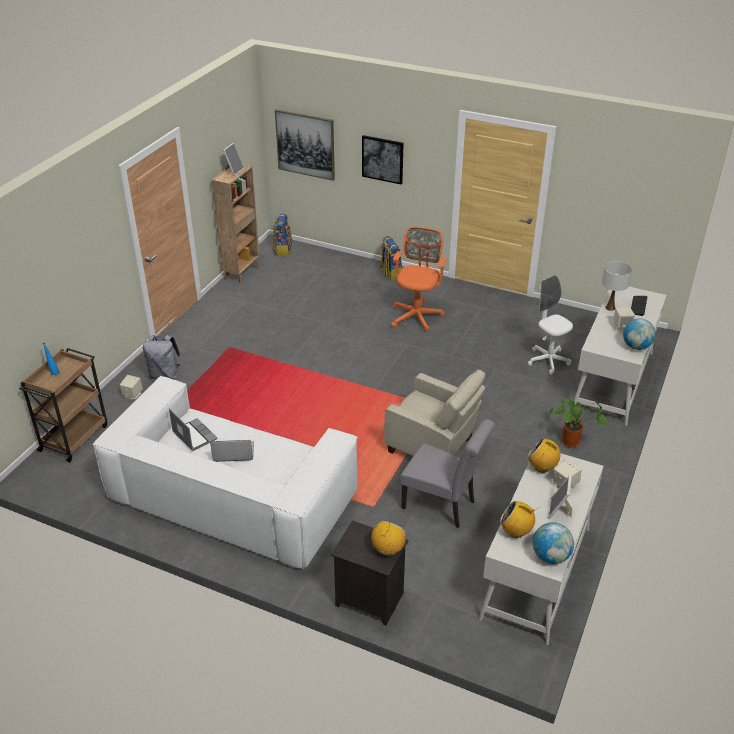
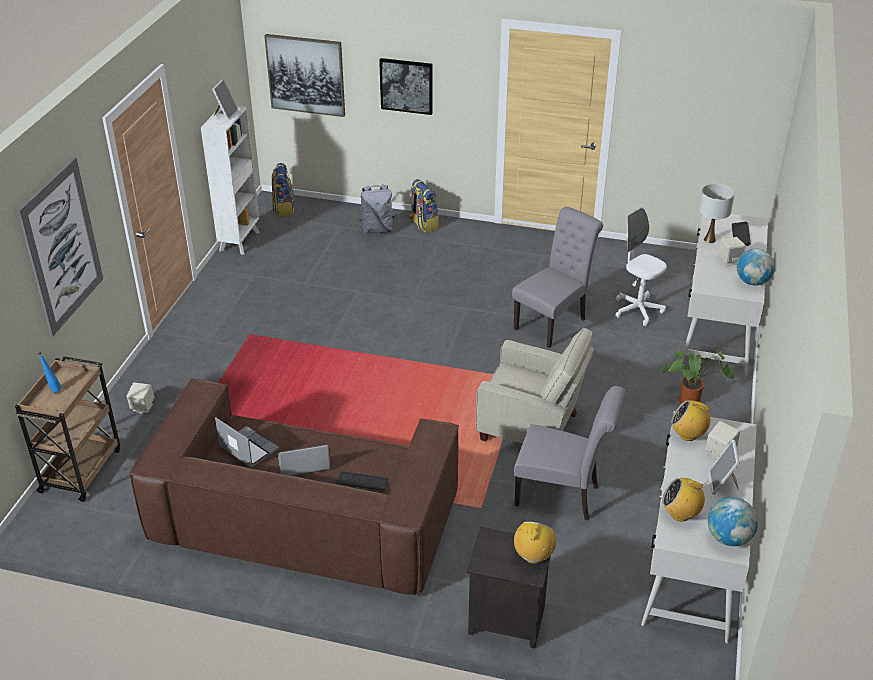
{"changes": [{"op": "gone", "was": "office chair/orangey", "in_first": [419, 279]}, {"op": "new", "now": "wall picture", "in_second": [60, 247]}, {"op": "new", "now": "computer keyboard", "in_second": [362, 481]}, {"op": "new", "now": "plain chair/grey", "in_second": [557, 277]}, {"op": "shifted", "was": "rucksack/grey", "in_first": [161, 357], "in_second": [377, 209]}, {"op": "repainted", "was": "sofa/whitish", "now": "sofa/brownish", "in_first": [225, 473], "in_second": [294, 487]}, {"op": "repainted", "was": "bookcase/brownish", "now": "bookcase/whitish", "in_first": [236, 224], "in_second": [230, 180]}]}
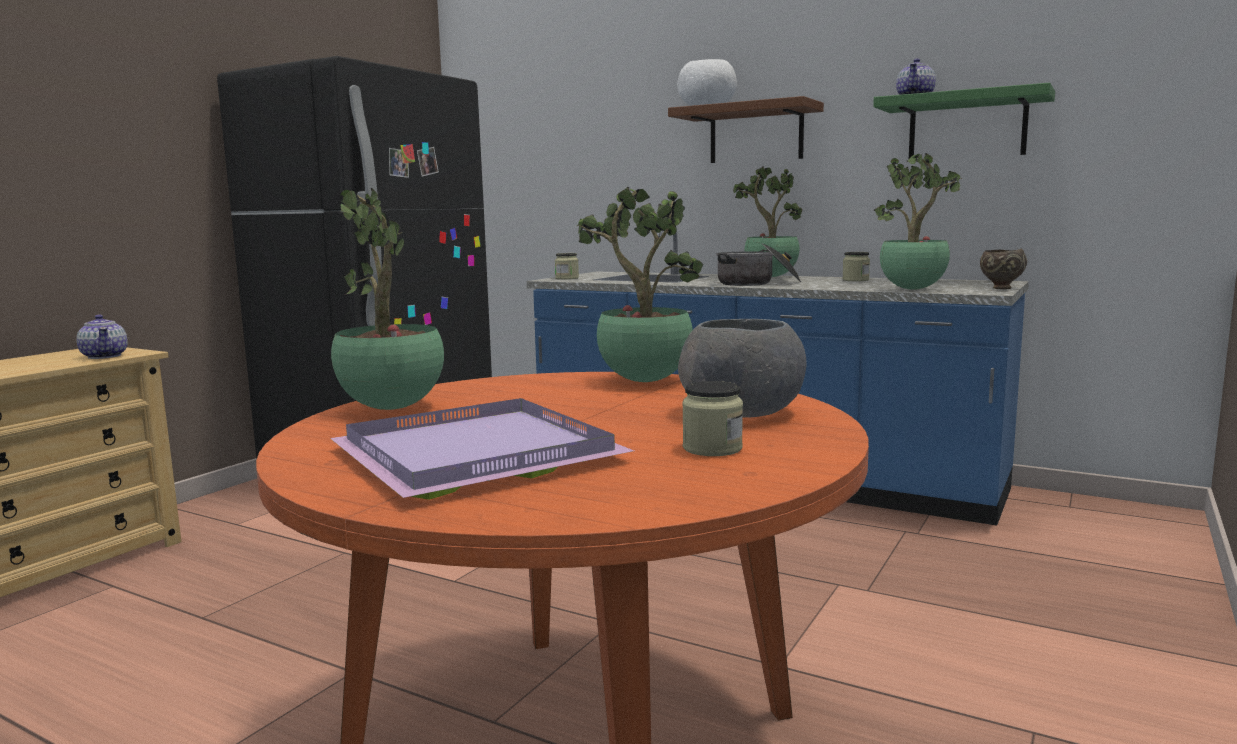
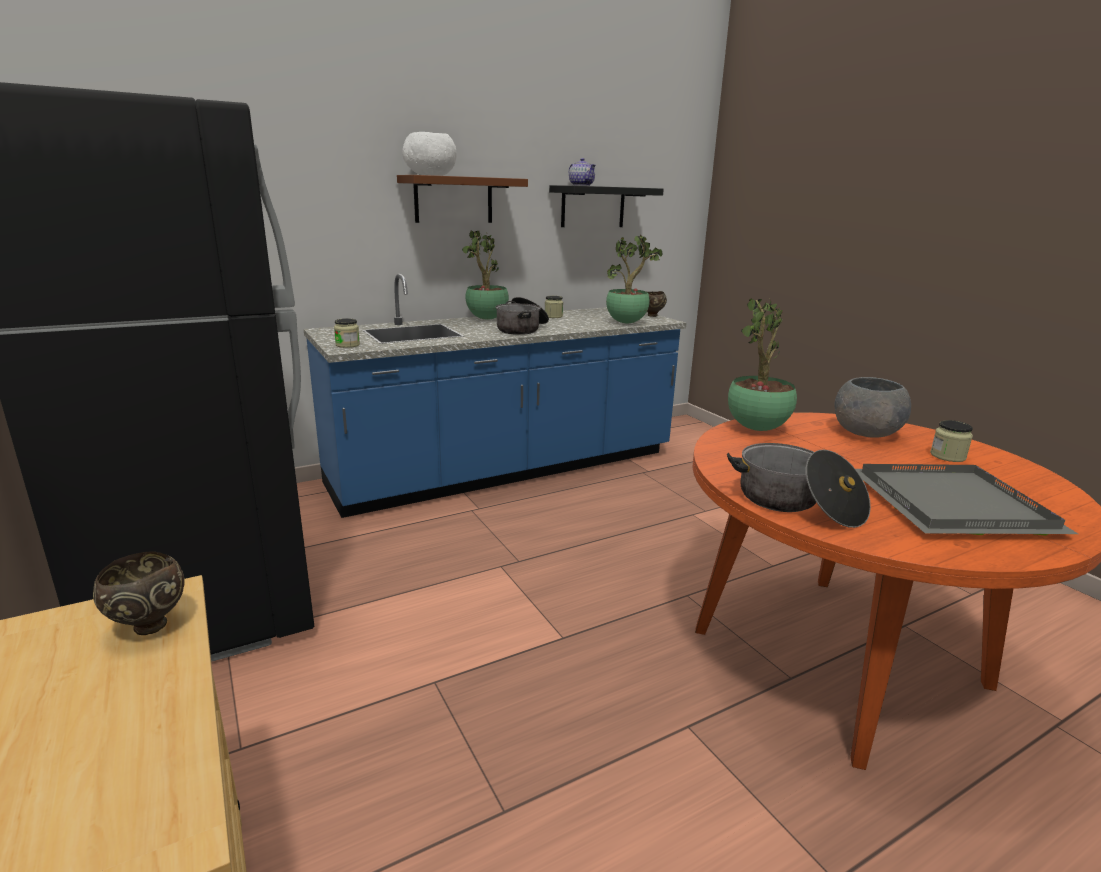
{"changes": [{"op": "swapped", "was": "pot for tea", "now": "deep dish/brownish", "in_first": [102, 337], "in_second": [139, 593]}, {"op": "swapped", "was": "houseplant", "now": "cooking pot", "in_first": [387, 299], "in_second": [799, 485]}, {"op": "repainted", "was": "tray/purple-coloured", "now": "tray/grey", "in_first": [482, 449], "in_second": [967, 500]}, {"op": "repainted", "was": "bracket shelf/green", "now": "bracket shelf/black-coloured", "in_first": [964, 120], "in_second": [606, 206]}]}
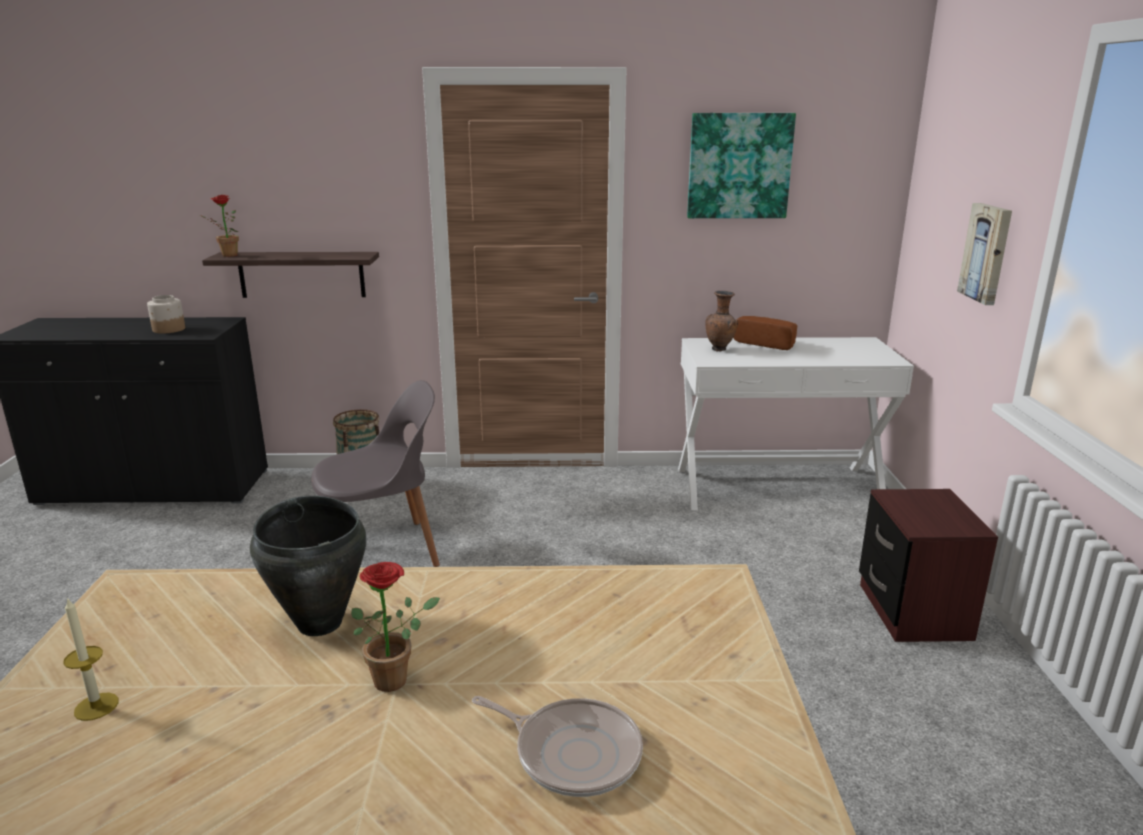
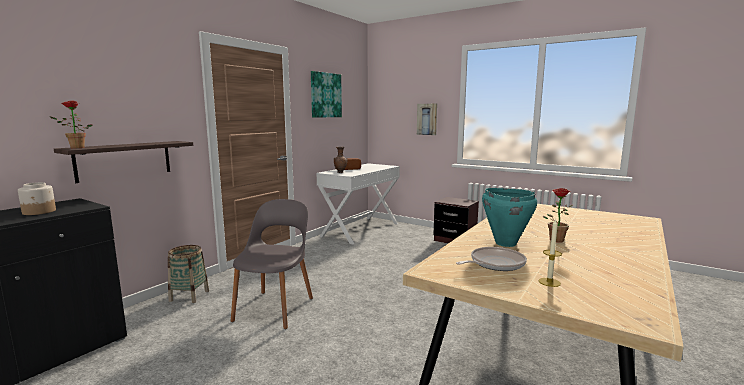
{"changes": [{"op": "shifted", "was": "skillet", "in_first": [557, 746], "in_second": [491, 259]}, {"op": "repainted", "was": "cooking pot/black-coloured", "now": "cooking pot/turquoise-coloured", "in_first": [308, 566], "in_second": [509, 217]}]}
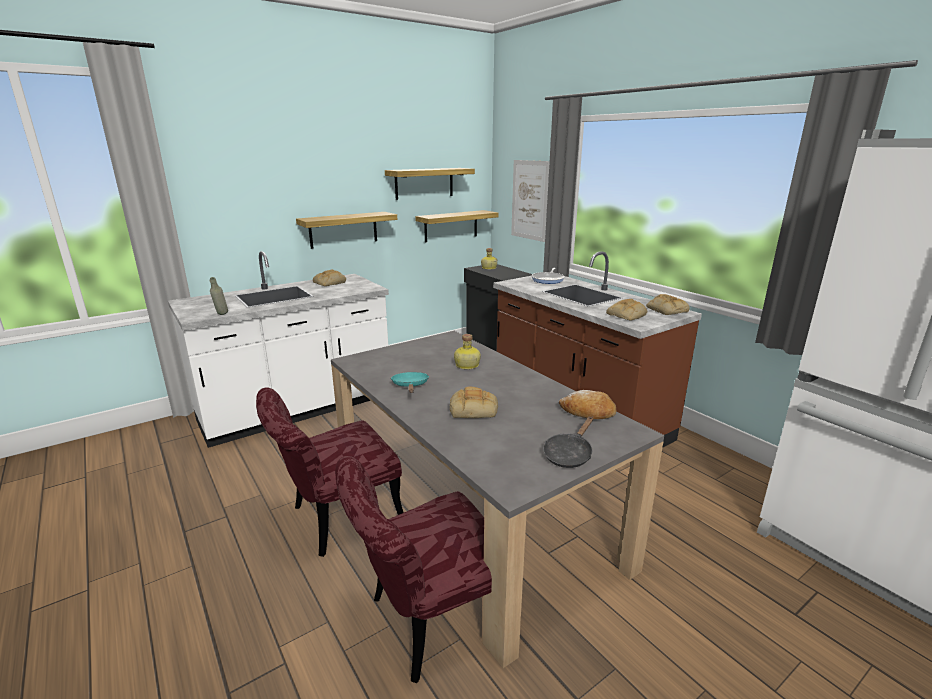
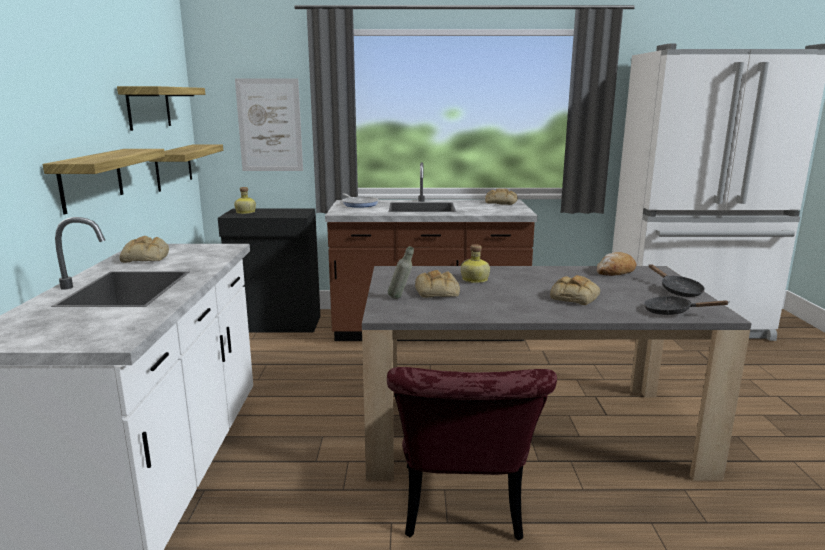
{"changes": [{"op": "gone", "was": "plain chair/red-coloured", "in_first": [413, 569]}, {"op": "gone", "was": "skillet/turquoise-coloured", "in_first": [410, 382]}, {"op": "new", "now": "skillet/black-coloured", "in_second": [686, 305]}, {"op": "shifted", "was": "drink bottle/grey", "in_first": [219, 296], "in_second": [401, 272]}, {"op": "shifted", "was": "bakery bread", "in_first": [626, 309], "in_second": [437, 284]}]}
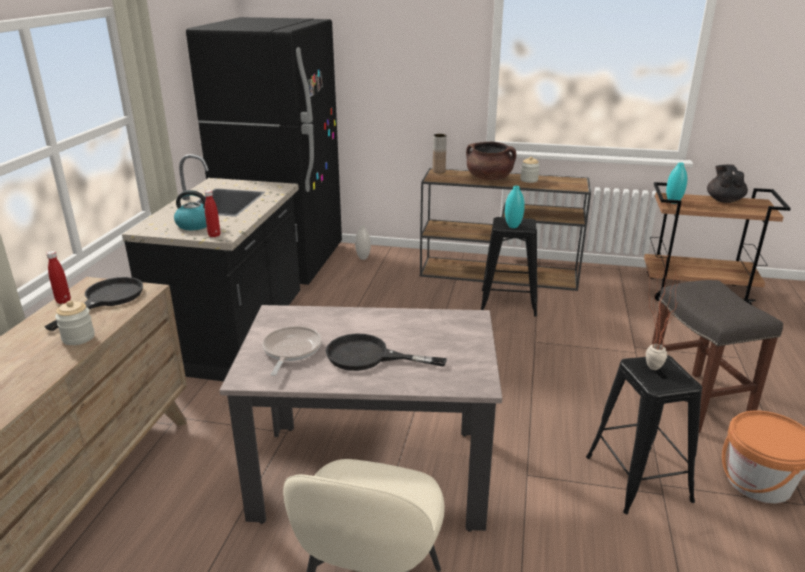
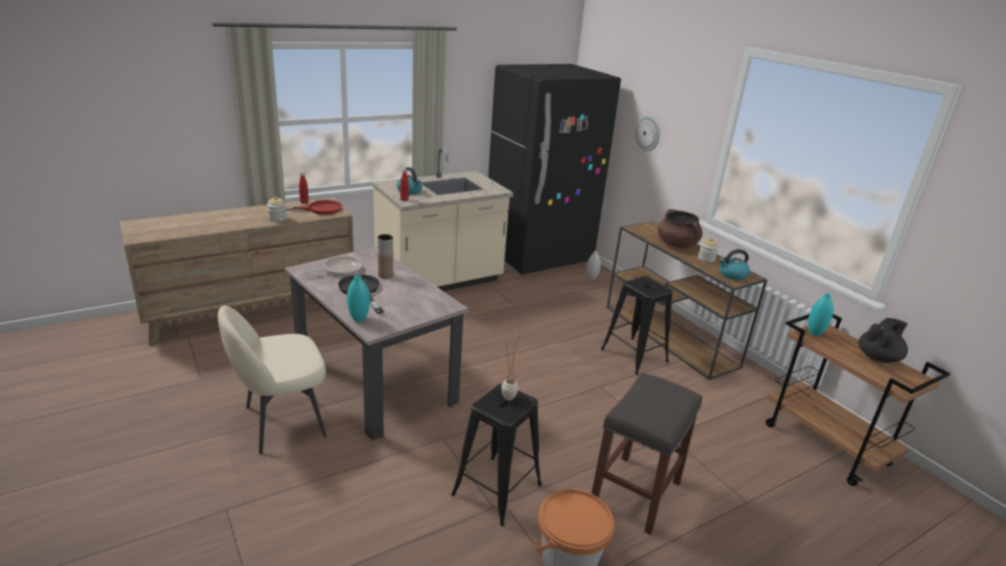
{"changes": [{"op": "new", "now": "clock on the wall", "in_second": [647, 133]}, {"op": "new", "now": "tea kettle", "in_second": [734, 264]}, {"op": "shifted", "was": "flower vase/brownish", "in_first": [440, 153], "in_second": [385, 256]}, {"op": "shifted", "was": "flower vase/turquoise-coloured", "in_first": [515, 207], "in_second": [358, 298]}, {"op": "repainted", "was": "skillet/black-coloured", "now": "skillet/red-coloured", "in_first": [93, 304], "in_second": [314, 207]}, {"op": "repainted", "was": "kitchen base unit/black-coloured", "now": "kitchen base unit/sand-coloured", "in_first": [211, 267], "in_second": [442, 219]}]}
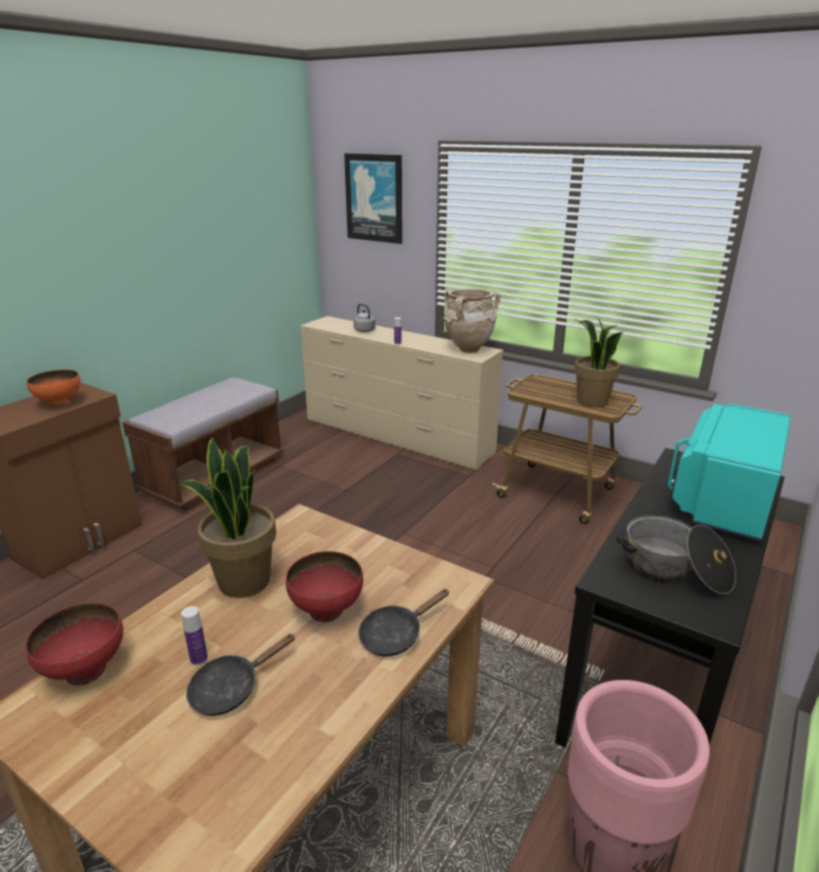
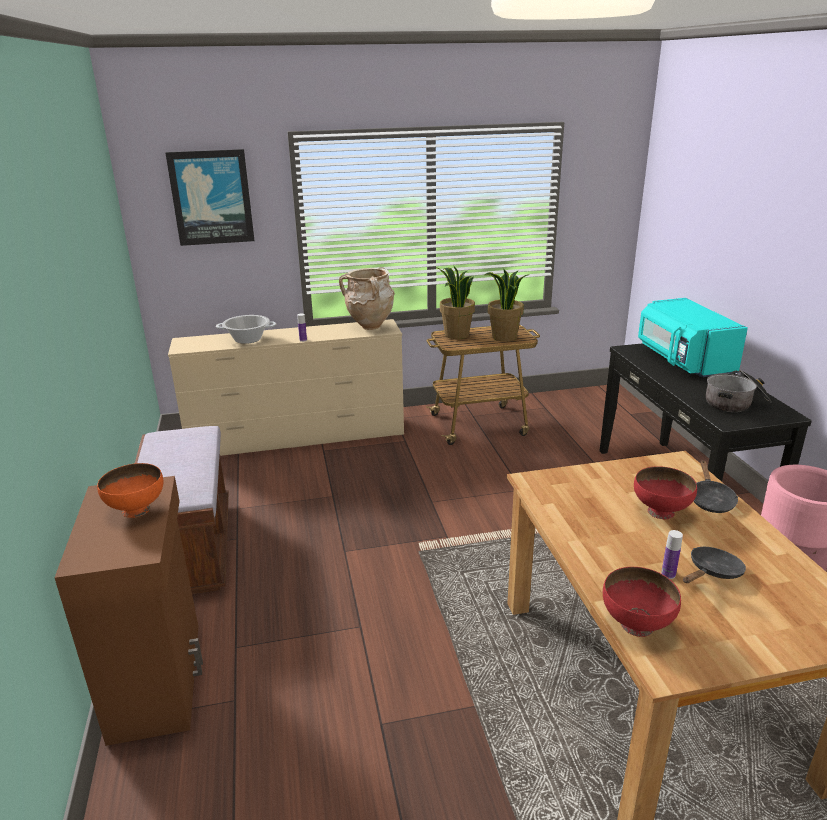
{"changes": [{"op": "shifted", "was": "houseplant", "in_first": [227, 517], "in_second": [455, 302]}, {"op": "swapped", "was": "tea kettle/grey", "now": "cooking pot", "in_first": [365, 318], "in_second": [246, 329]}, {"op": "rotated", "was": "skillet/black-coloured", "in_first": [240, 675], "in_second": [714, 565], "clockwise": -135}]}
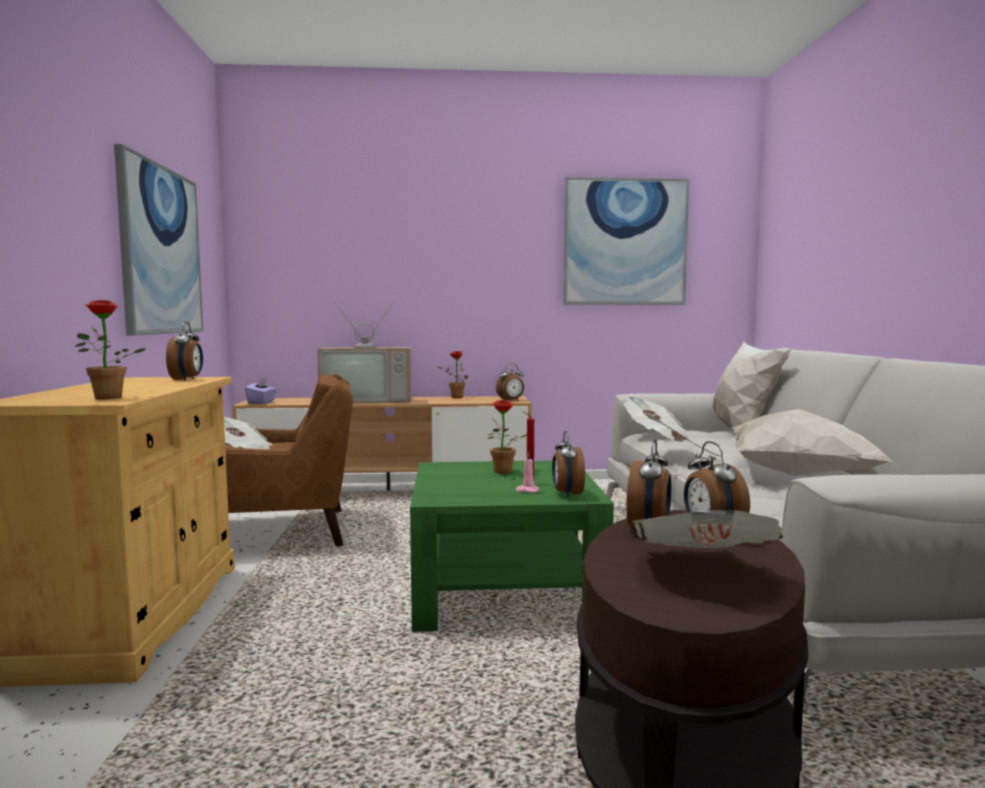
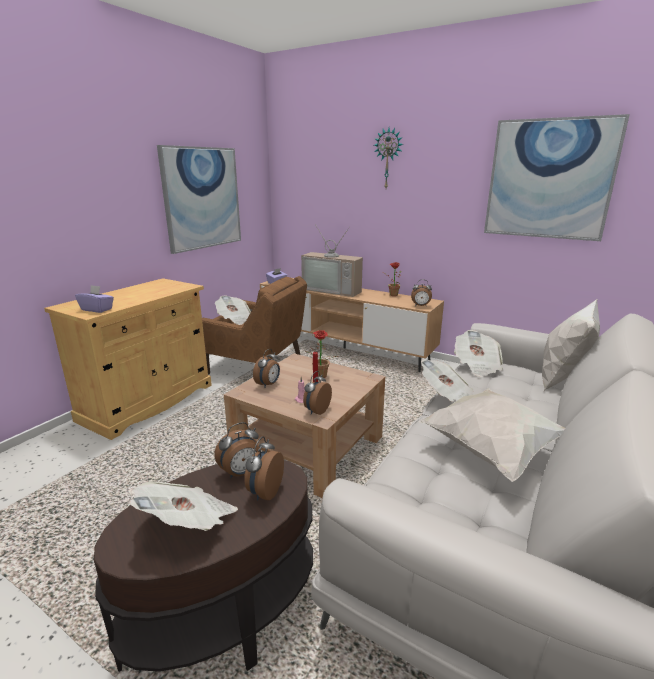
{"changes": [{"op": "new", "now": "clock on the wall", "in_second": [388, 158]}, {"op": "shifted", "was": "table clock", "in_first": [184, 351], "in_second": [266, 368]}, {"op": "swapped", "was": "houseplant", "now": "tissue box/purple-coloured", "in_first": [110, 349], "in_second": [94, 299]}, {"op": "repainted", "was": "low table/green", "now": "low table/brownish", "in_first": [512, 546], "in_second": [304, 426]}]}
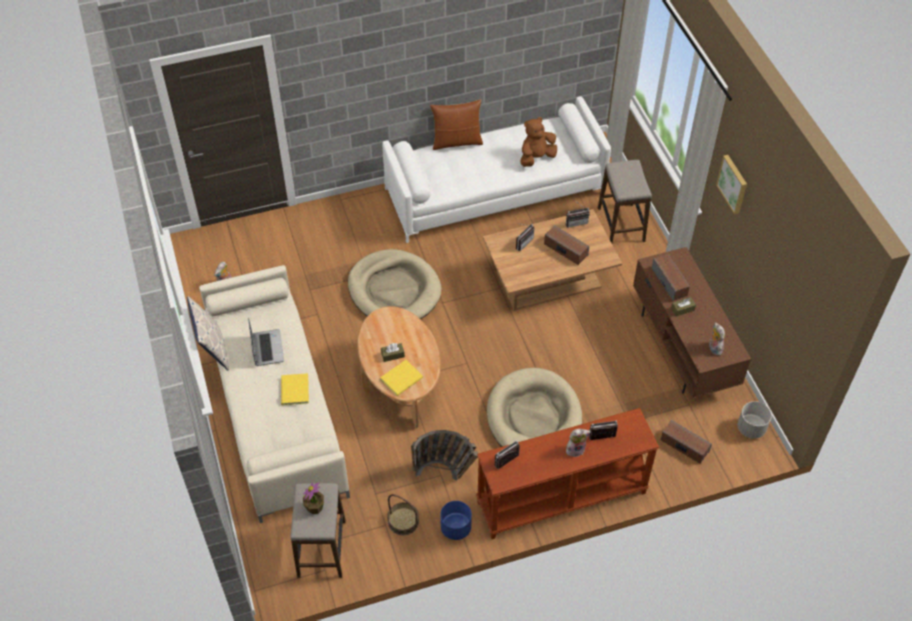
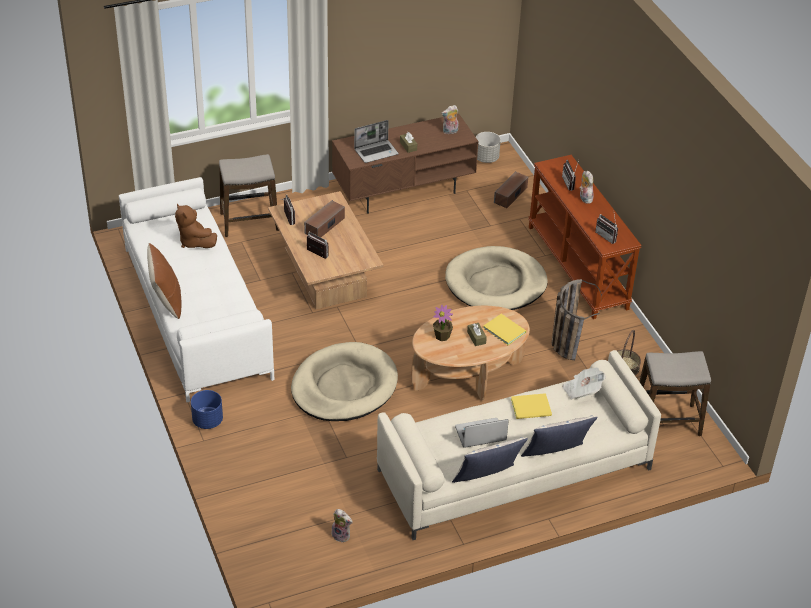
{"changes": [{"op": "gone", "was": "wall picture", "in_first": [731, 184]}, {"op": "new", "now": "throw pillow", "in_second": [559, 436]}, {"op": "new", "now": "printed paper", "in_second": [584, 383]}, {"op": "shifted", "was": "houseplant", "in_first": [313, 498], "in_second": [443, 323]}, {"op": "shifted", "was": "flower pot/blue", "in_first": [456, 520], "in_second": [207, 409]}, {"op": "swapped", "was": "loudspeaker", "now": "laptop", "in_first": [670, 277], "in_second": [376, 141]}]}
